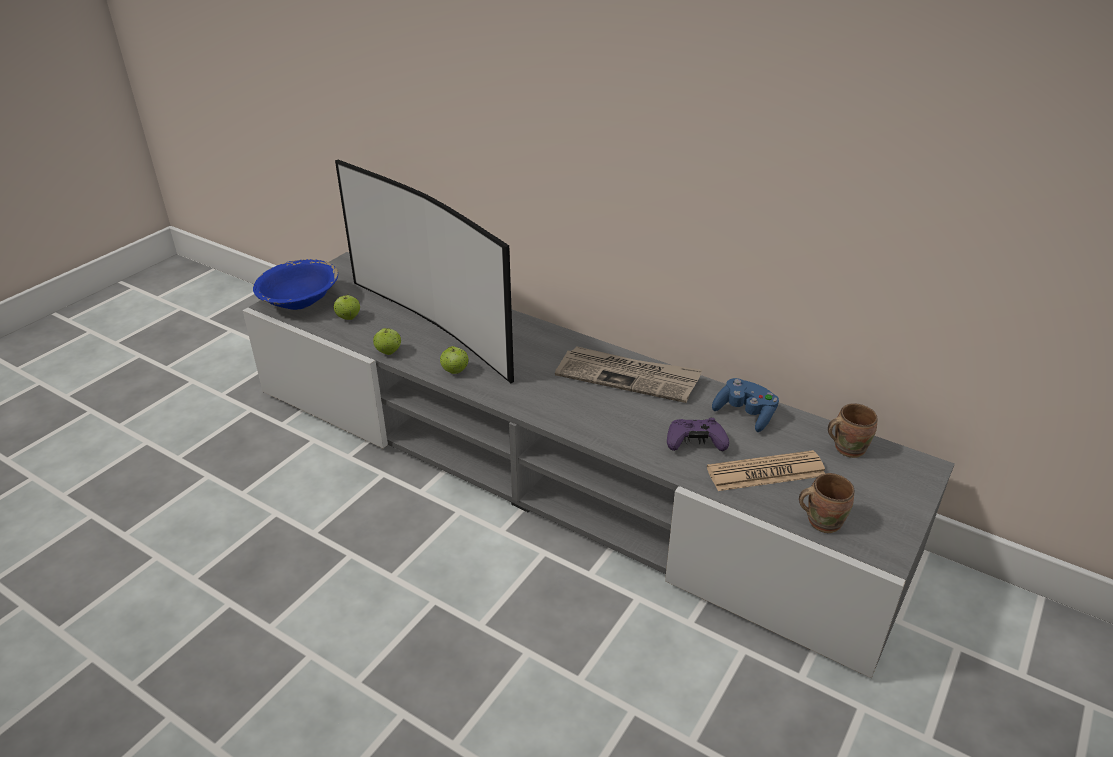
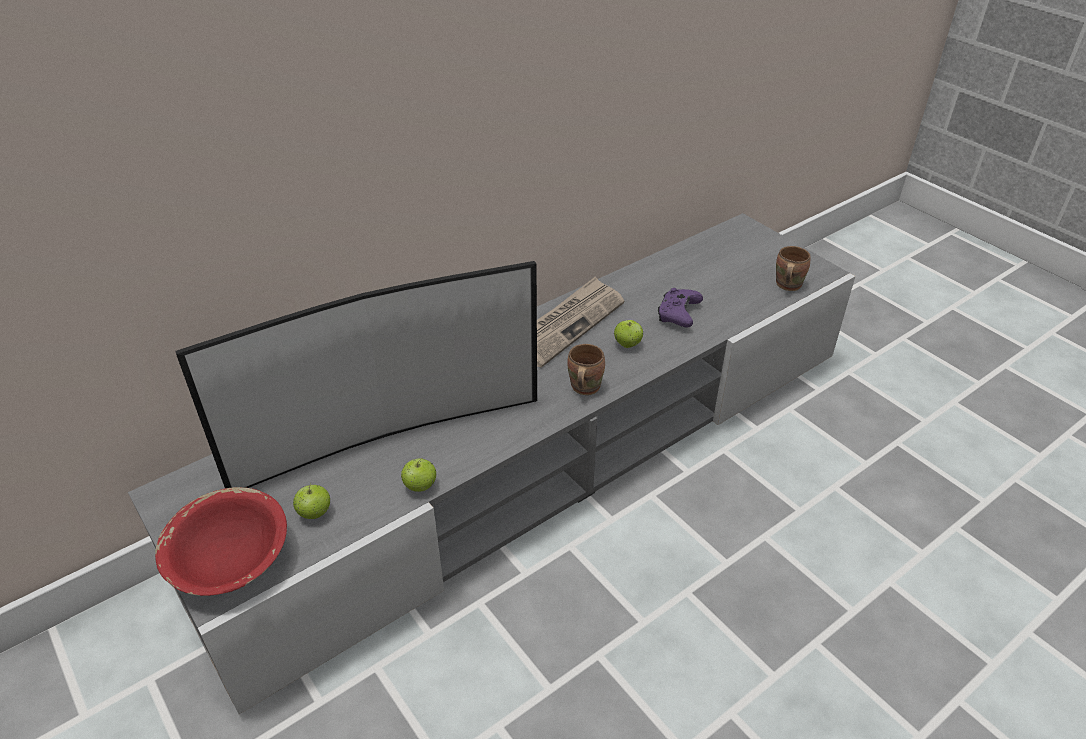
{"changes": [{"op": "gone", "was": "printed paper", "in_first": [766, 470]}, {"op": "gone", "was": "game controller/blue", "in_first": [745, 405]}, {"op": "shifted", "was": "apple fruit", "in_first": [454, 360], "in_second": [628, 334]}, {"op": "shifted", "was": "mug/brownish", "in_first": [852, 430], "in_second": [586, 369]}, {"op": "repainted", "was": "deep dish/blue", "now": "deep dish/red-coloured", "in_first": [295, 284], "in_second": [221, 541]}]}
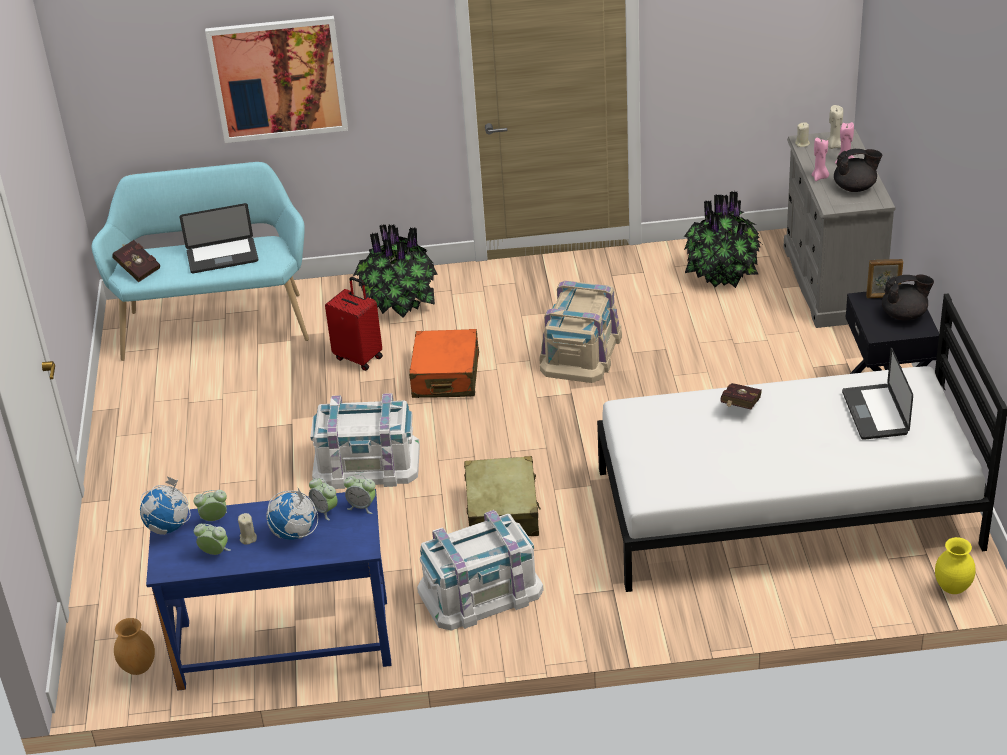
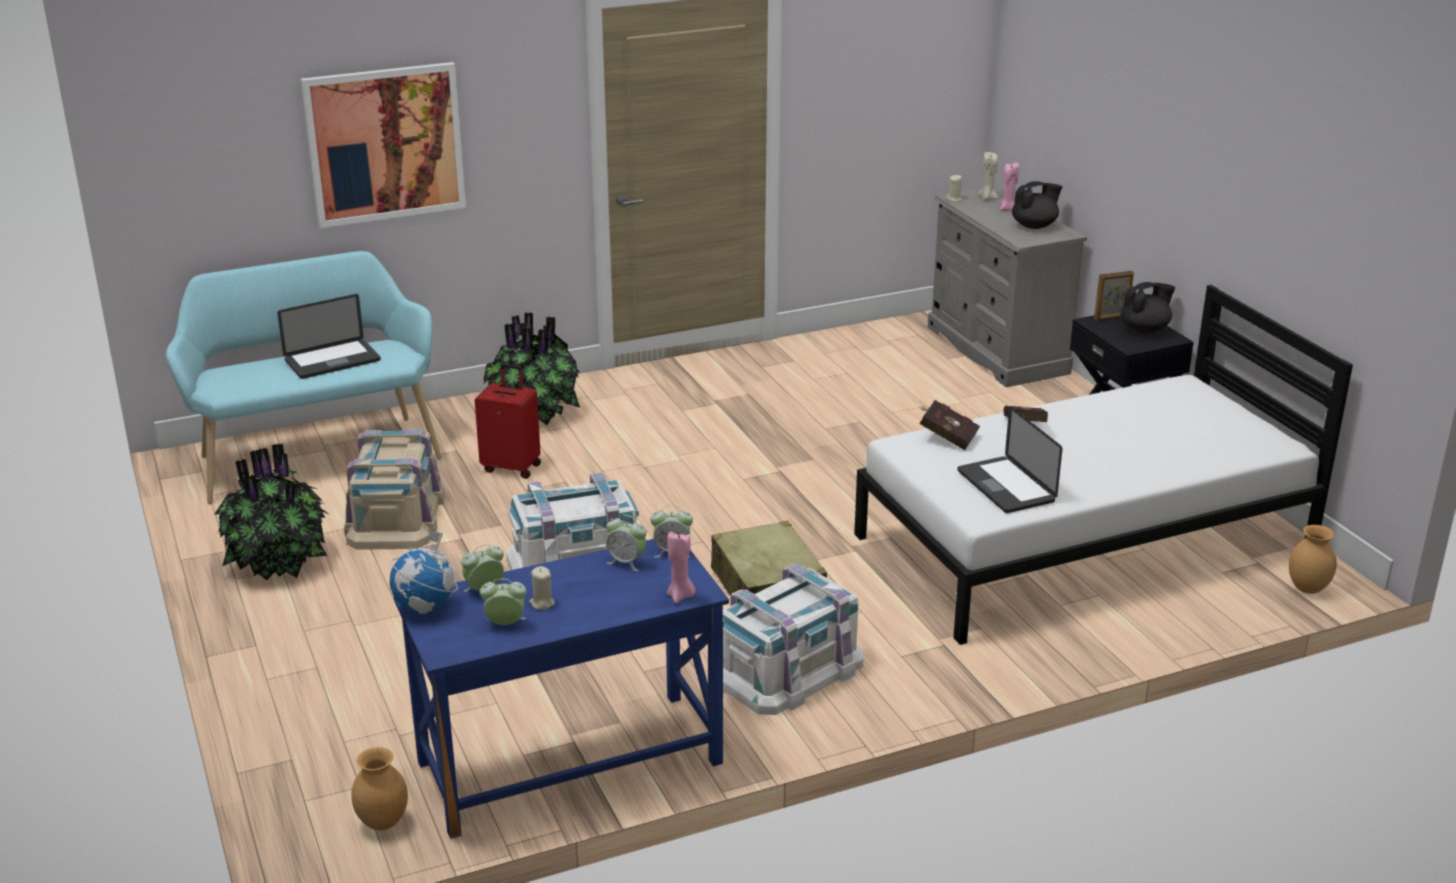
{"changes": [{"op": "gone", "was": "desk globe", "in_first": [292, 514]}, {"op": "gone", "was": "travel case/orangey", "in_first": [444, 363]}, {"op": "shifted", "was": "volume/red-coloured", "in_first": [136, 261], "in_second": [949, 425]}, {"op": "shifted", "was": "storage bin/sand-coloured", "in_first": [580, 332], "in_second": [394, 489]}, {"op": "shifted", "was": "houseplant", "in_first": [723, 239], "in_second": [272, 511]}, {"op": "shifted", "was": "candle/pink-coloured", "in_first": [820, 159], "in_second": [681, 568]}, {"op": "shifted", "was": "laptop", "in_first": [877, 393], "in_second": [1010, 460]}, {"op": "repainted", "was": "flower vase/yellow", "now": "flower vase/brownish", "in_first": [955, 565], "in_second": [1313, 559]}]}
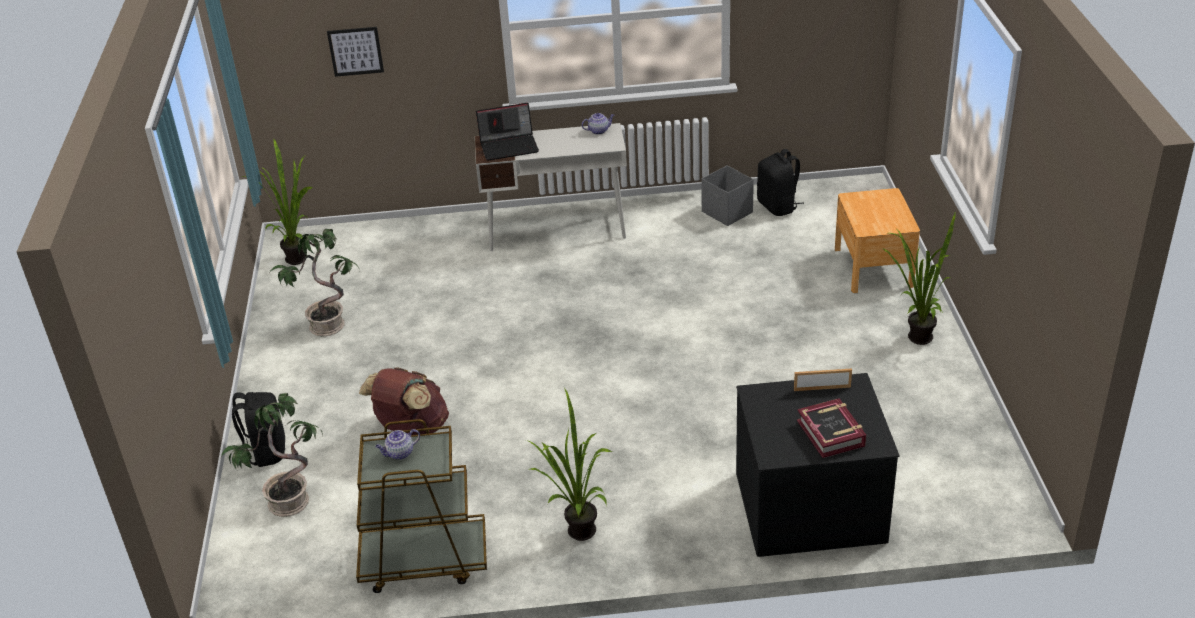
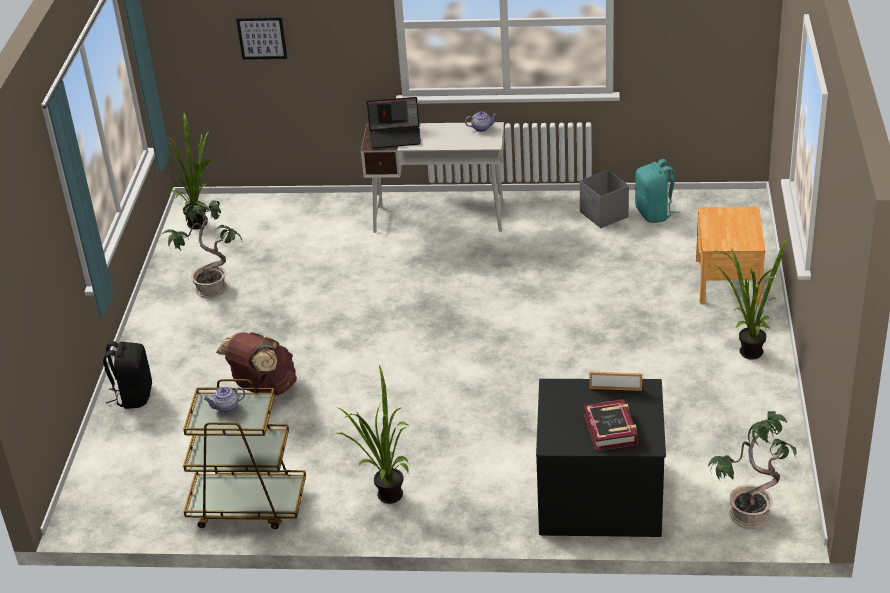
{"changes": [{"op": "shifted", "was": "houseplant", "in_first": [272, 455], "in_second": [752, 470]}, {"op": "repainted", "was": "rucksack/black-coloured", "now": "rucksack/turquoise-coloured", "in_first": [780, 182], "in_second": [657, 191]}]}
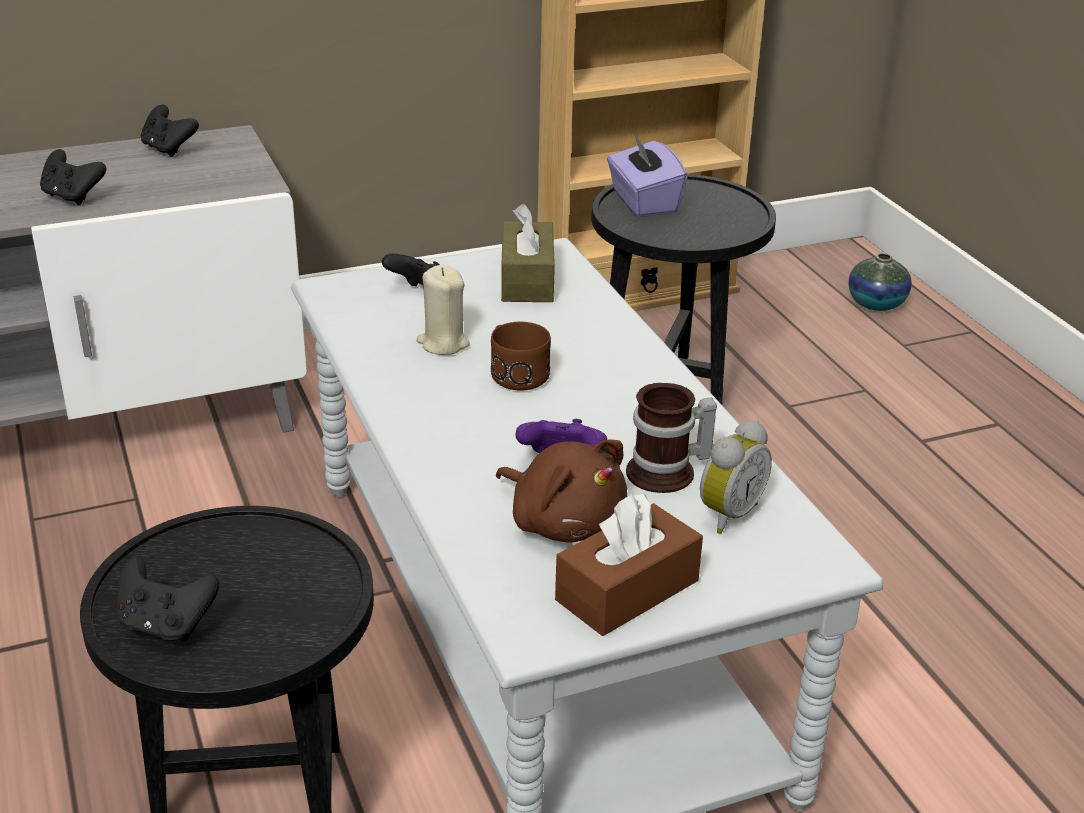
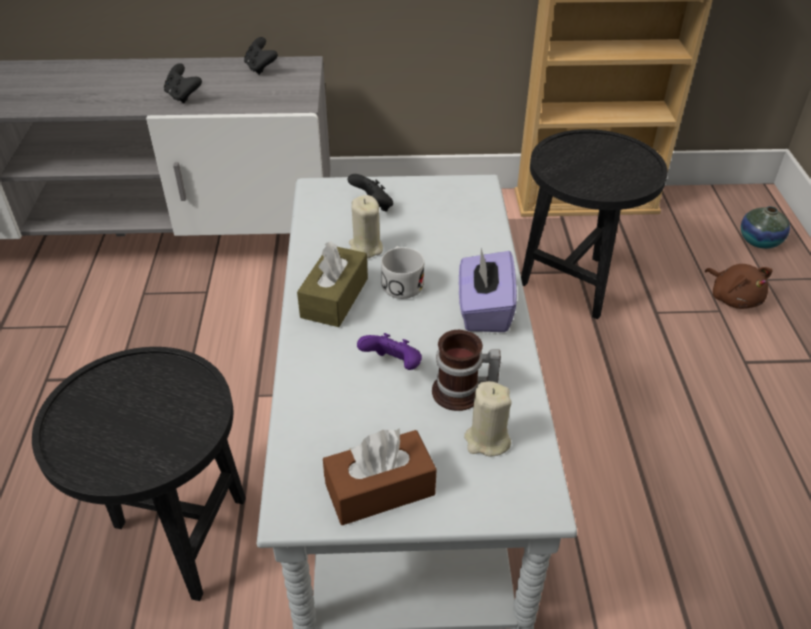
{"changes": [{"op": "gone", "was": "game controller/black-coloured", "in_first": [168, 599]}, {"op": "shifted", "was": "cuddly toy/brownish", "in_first": [561, 491], "in_second": [738, 286]}, {"op": "shifted", "was": "tissue box/brownish", "in_first": [528, 252], "in_second": [332, 284]}, {"op": "shifted", "was": "tissue box/purple-coloured", "in_first": [647, 175], "in_second": [488, 290]}, {"op": "swapped", "was": "table clock", "now": "candle/sand-coloured", "in_first": [736, 477], "in_second": [488, 419]}, {"op": "repainted", "was": "mug/brownish", "now": "mug/whitish", "in_first": [521, 356], "in_second": [402, 272]}]}
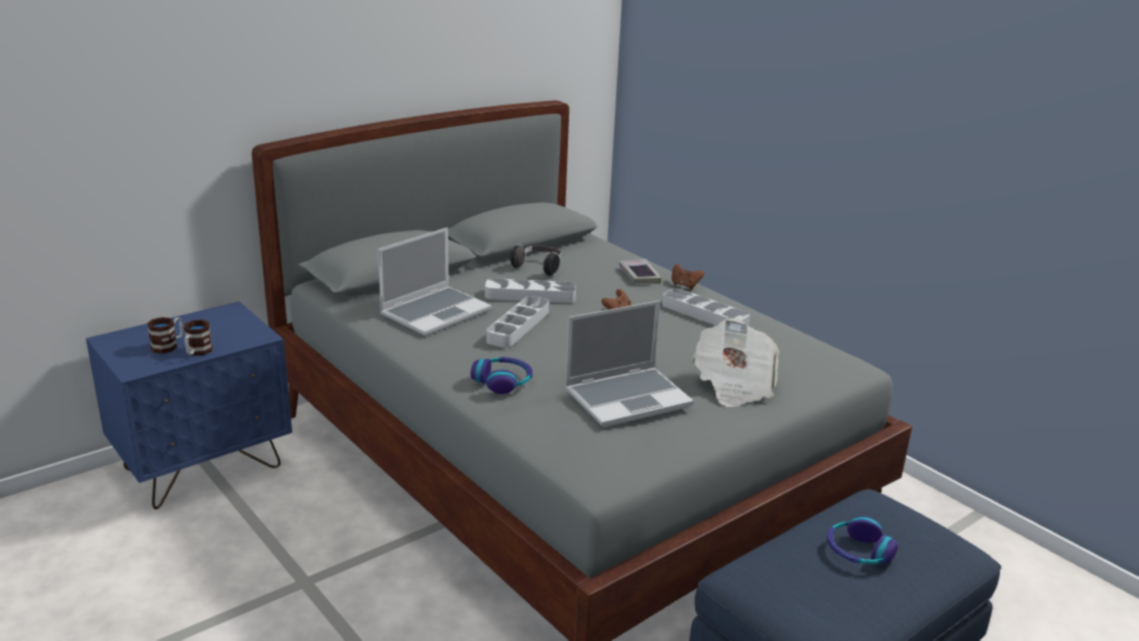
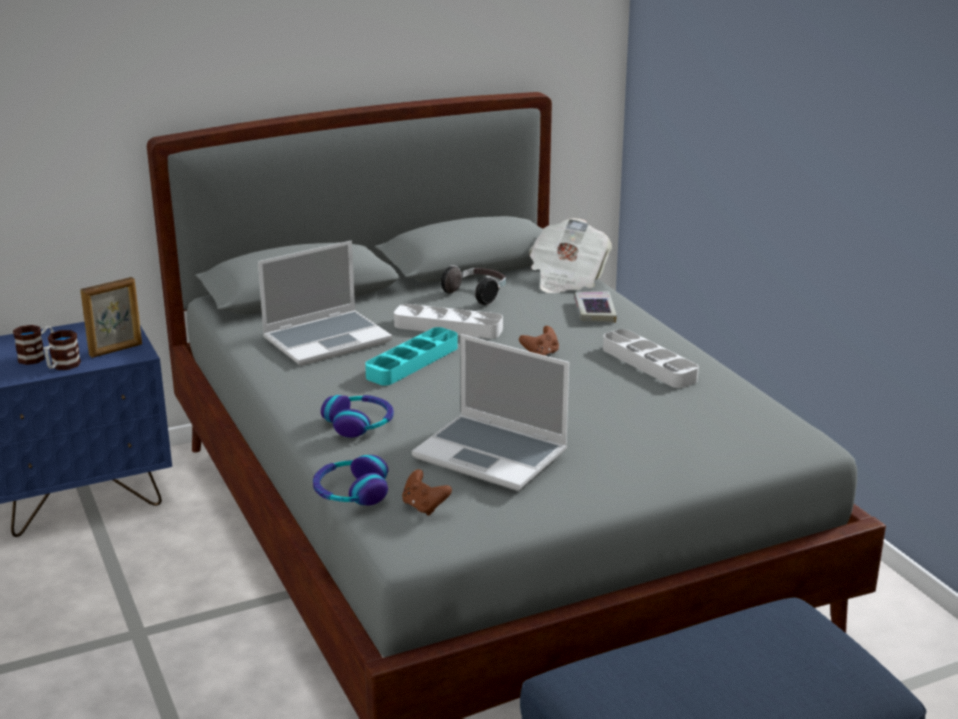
{"changes": [{"op": "new", "now": "picture frame", "in_second": [111, 317]}, {"op": "shifted", "was": "game controller/brownish", "in_first": [688, 276], "in_second": [427, 492]}, {"op": "shifted", "was": "printed paper", "in_first": [736, 363], "in_second": [570, 255]}, {"op": "shifted", "was": "pair of headphones", "in_first": [862, 540], "in_second": [350, 480]}, {"op": "repainted", "was": "tray/grey", "now": "tray/turquoise-coloured", "in_first": [518, 322], "in_second": [411, 356]}, {"op": "rotated", "was": "laptop", "in_first": [629, 364], "in_second": [490, 412], "clockwise": 45}]}
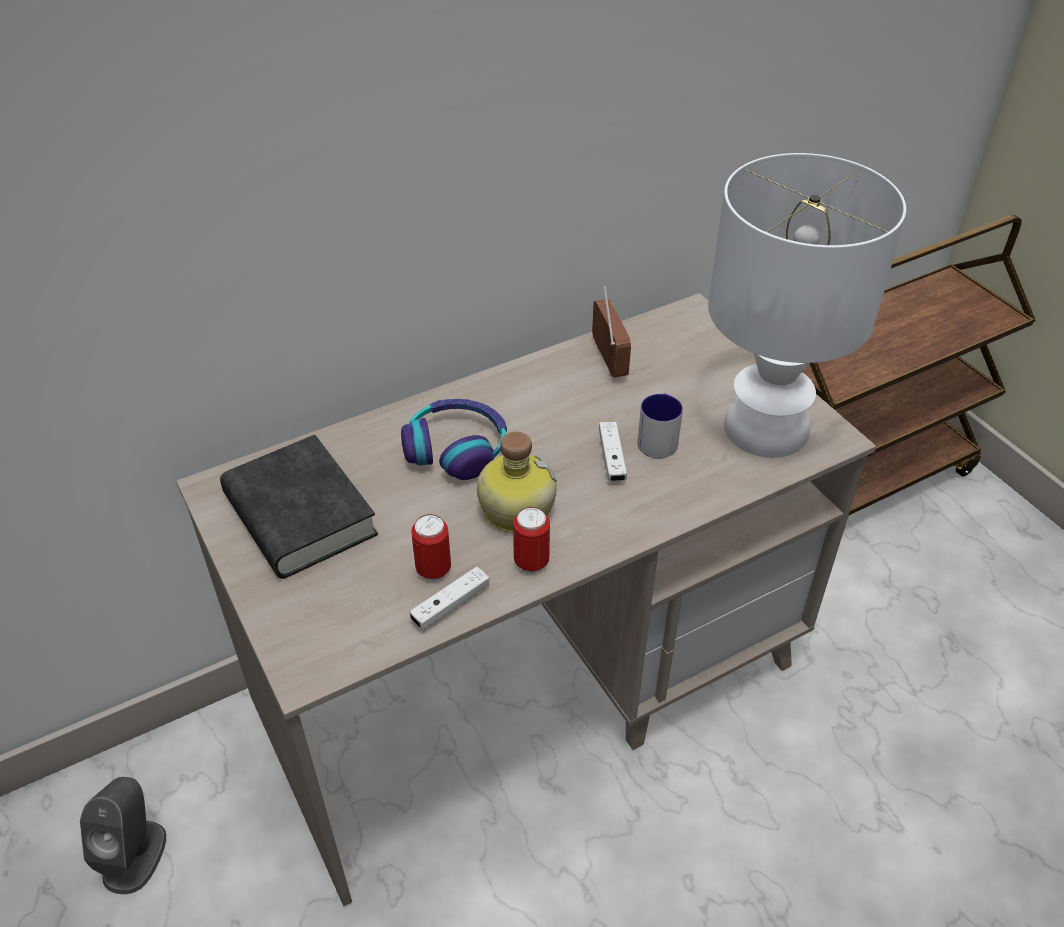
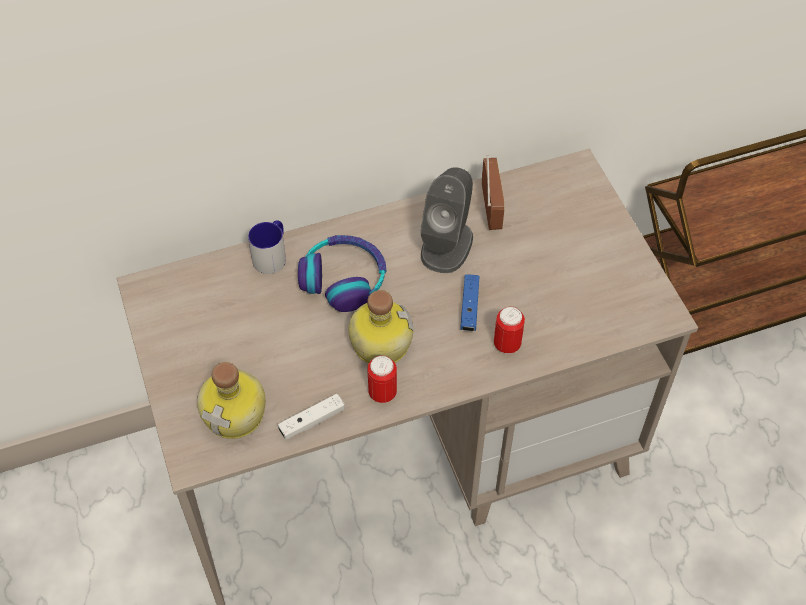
{"changes": [{"op": "gone", "was": "volume/black-coloured", "in_first": [299, 507]}, {"op": "gone", "was": "table lamp/whitish", "in_first": [807, 305]}, {"op": "new", "now": "drink bottle", "in_second": [231, 400]}, {"op": "shifted", "was": "loudspeaker/grey", "in_first": [123, 835], "in_second": [446, 220]}, {"op": "shifted", "was": "can", "in_first": [431, 547], "in_second": [509, 330]}, {"op": "shifted", "was": "mug", "in_first": [660, 426], "in_second": [267, 247]}, {"op": "repainted", "was": "game controller/whitish", "now": "game controller/blue", "in_first": [613, 452], "in_second": [469, 302]}]}
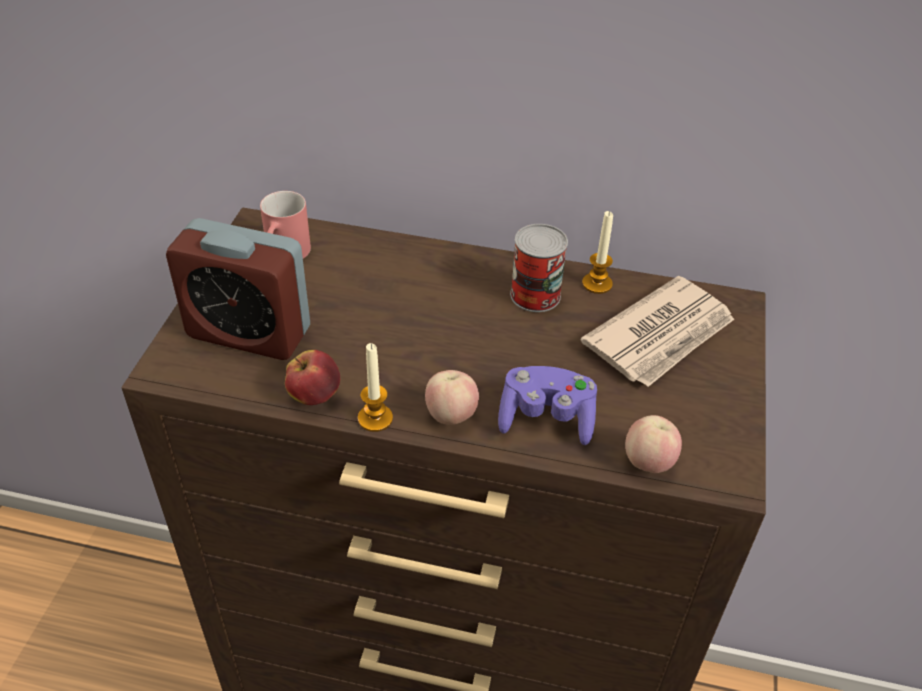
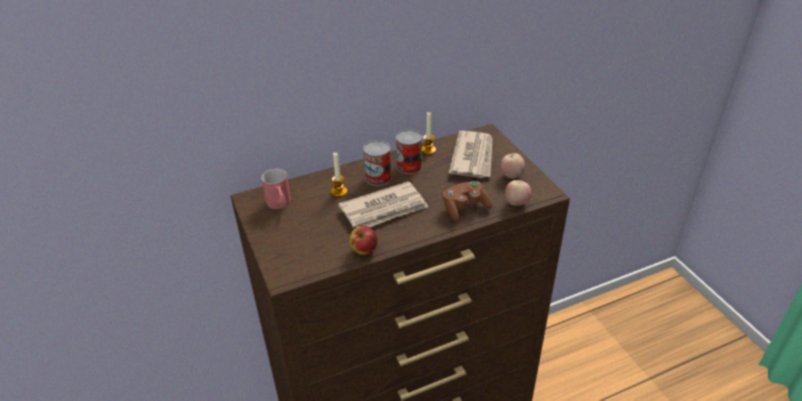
{"changes": [{"op": "gone", "was": "table clock", "in_first": [238, 289]}, {"op": "new", "now": "printed paper", "in_second": [383, 204]}, {"op": "new", "now": "can", "in_second": [377, 163]}, {"op": "shifted", "was": "candle", "in_first": [375, 387], "in_second": [339, 174]}, {"op": "shifted", "was": "apple fruit", "in_first": [452, 397], "in_second": [512, 166]}, {"op": "repainted", "was": "game controller/purple-coloured", "now": "game controller/brownish", "in_first": [547, 405], "in_second": [467, 201]}]}
